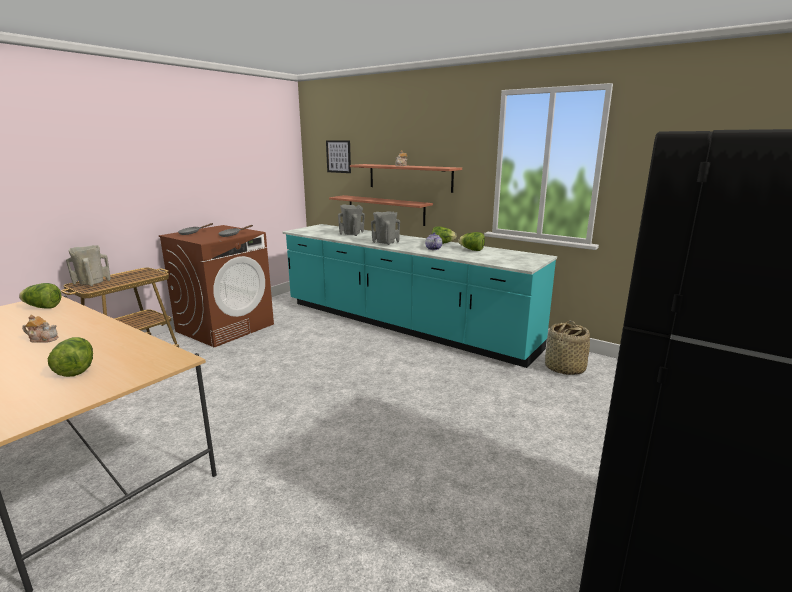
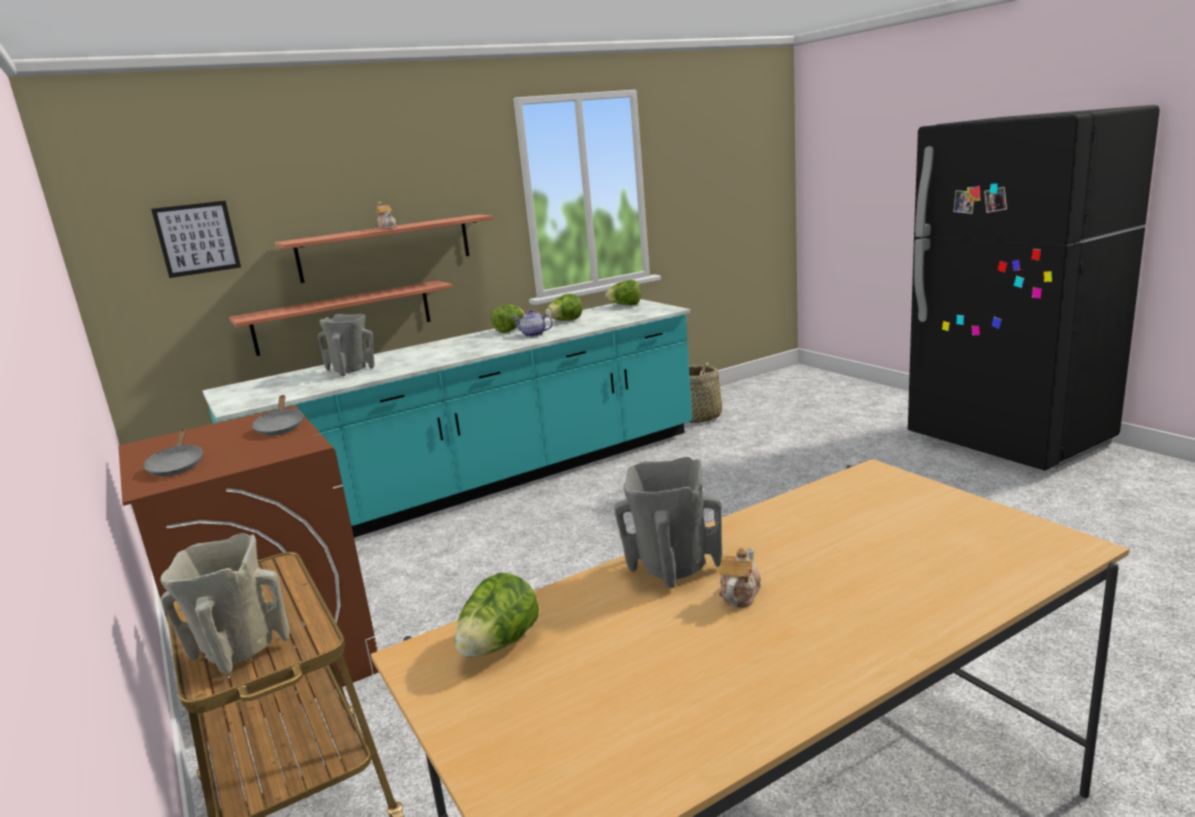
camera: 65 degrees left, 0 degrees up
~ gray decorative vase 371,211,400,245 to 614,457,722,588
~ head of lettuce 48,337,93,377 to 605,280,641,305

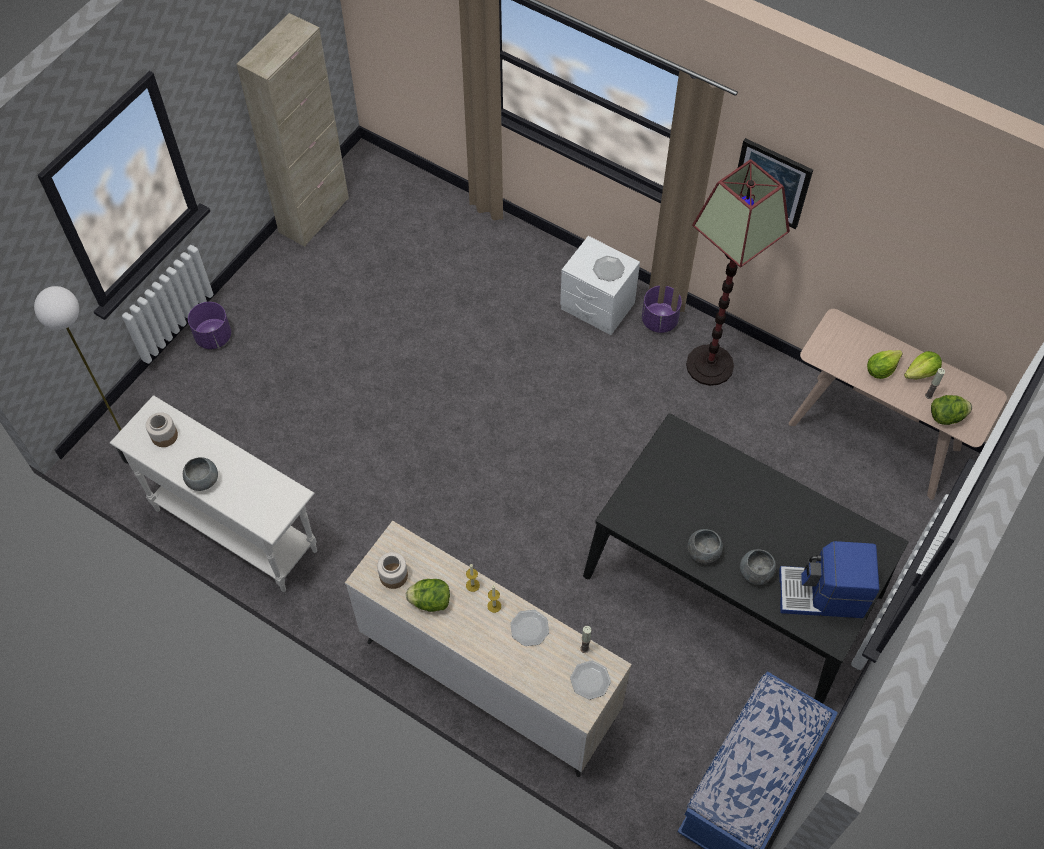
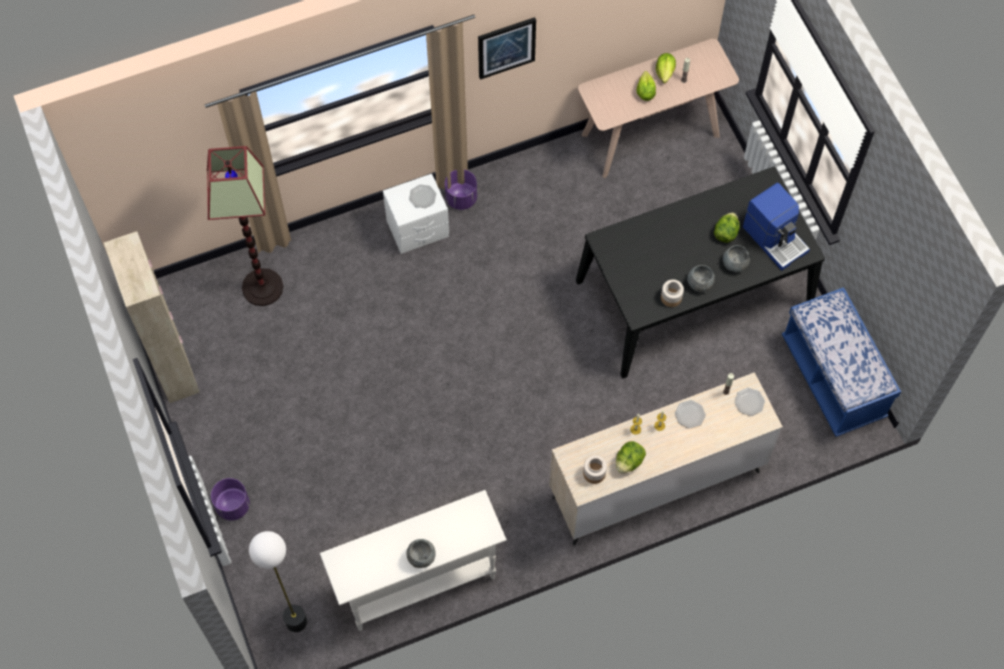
camera: 55 degrees left, 5 degrees up
~ floor lamp 686,159,790,386 to 207,146,283,306
~ head of lettuce 931,395,972,425 to 714,213,740,243
~ storage jar 146,412,178,447 to 661,280,684,307
~ coffee maker 779,541,879,618 = 743,183,810,271 75 degrees counterclockwise

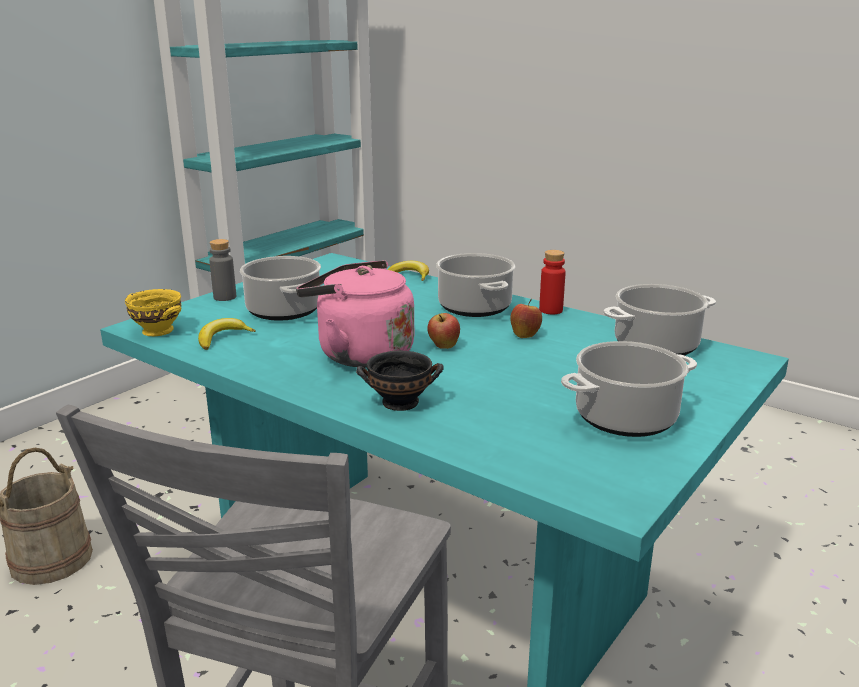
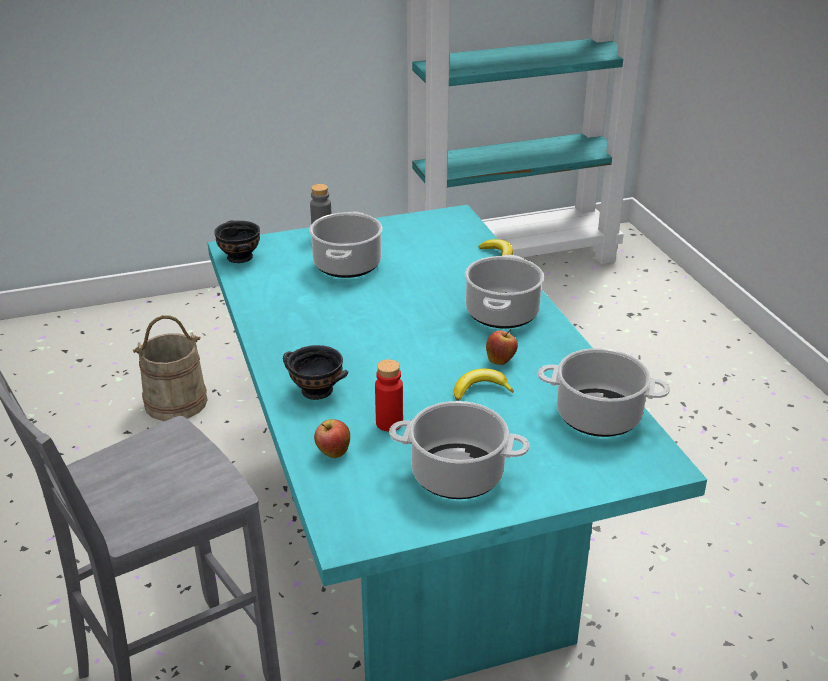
camera: 35 degrees right, 10 degrees up
~ red-coloured drink bottle 539,250,566,314 to 375,359,403,431
- pink tea kettle 296,260,414,368
~ yellow-coloured bowl 125,289,181,336 to black-coloured bowl 214,220,260,263
~ apple fruit 428,313,460,349 to 314,420,350,458
~ banana 198,318,256,350 to 454,369,514,401

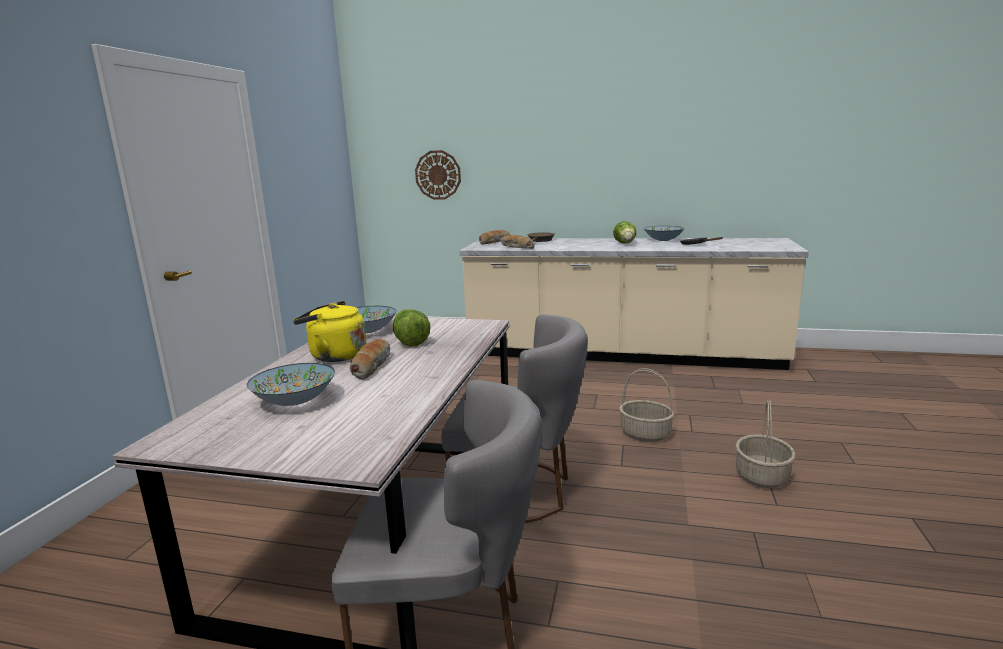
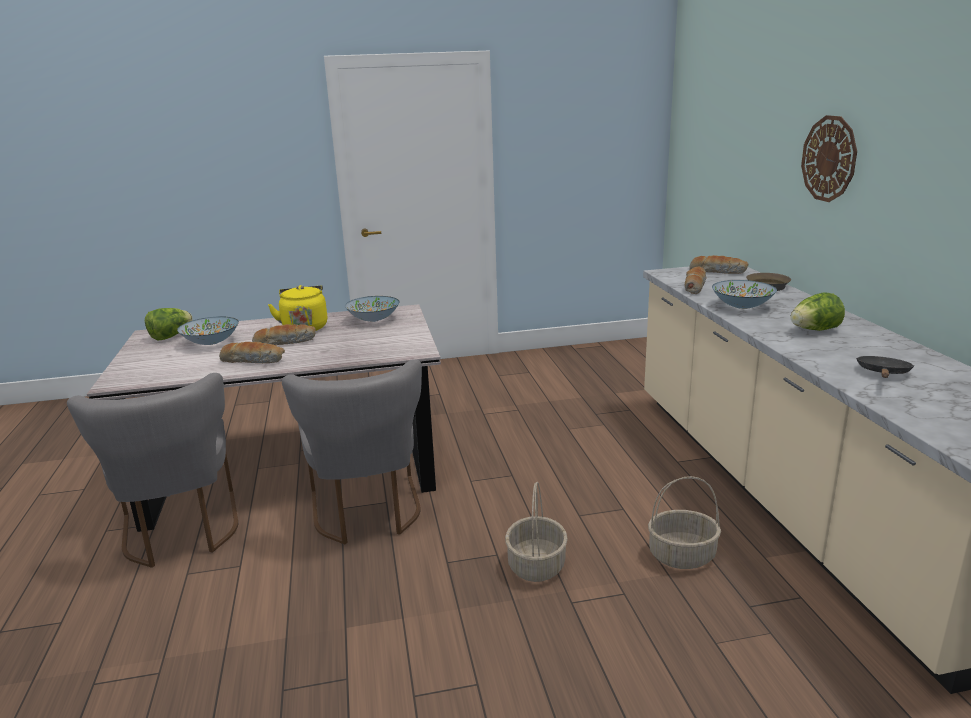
camera: 65 degrees right, 5 degrees up
~ clock on the wall 415,150,461,200 to 801,115,857,202
~ bowl 644,226,684,241 to 712,280,777,309
~ head of lettuce 393,309,430,347 to 145,308,193,341
~ storage basket 736,400,795,488 to 648,476,721,569
+ bakery bread 219,342,285,363

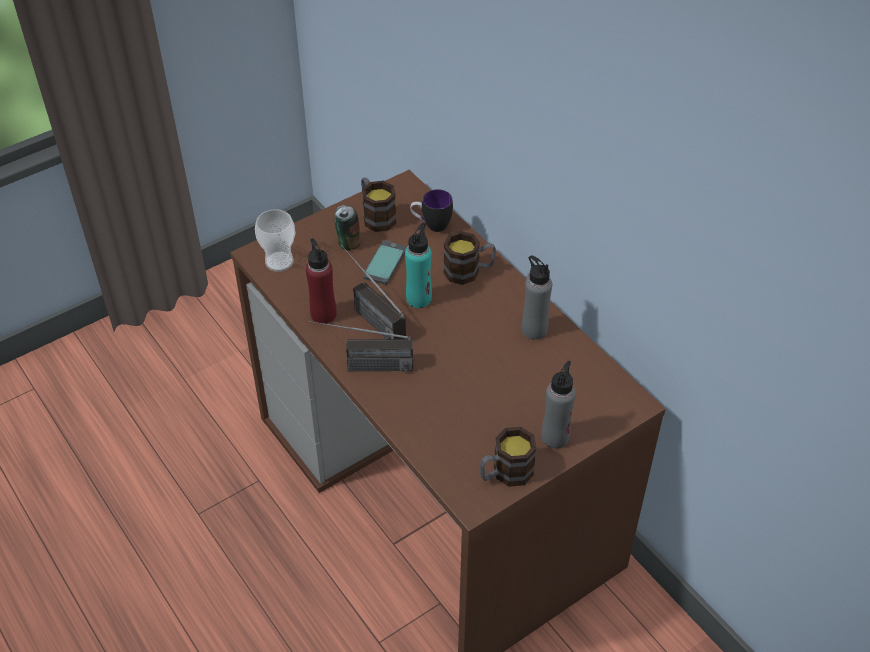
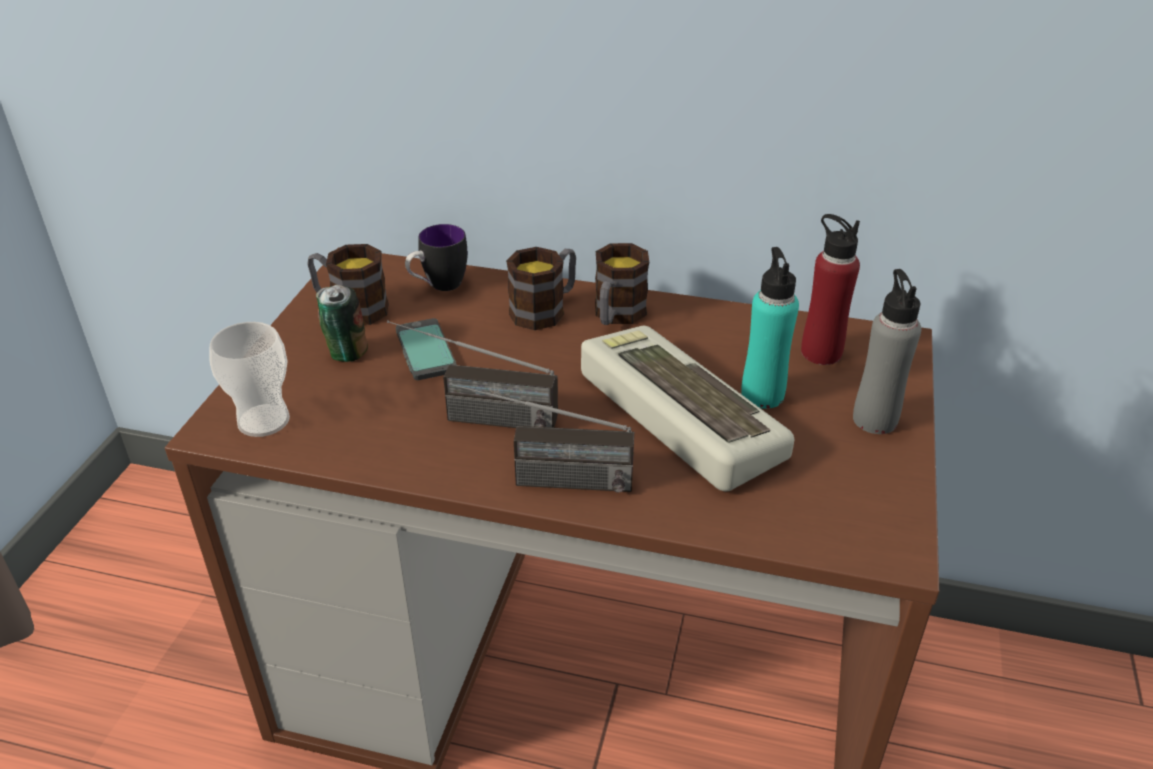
camera: 40 degrees left, 10 degrees down
~ blue-green drink bottle 405,223,432,308 to 741,247,799,409
~ red-coloured drink bottle 306,238,336,324 to 801,214,860,365
- gray drink bottle 522,255,552,340
~ radio 309,321,413,372 = 449,383,634,493 45 degrees clockwise
~ mug 480,427,537,487 to 595,243,649,325
+ computer keyboard 581,326,794,491

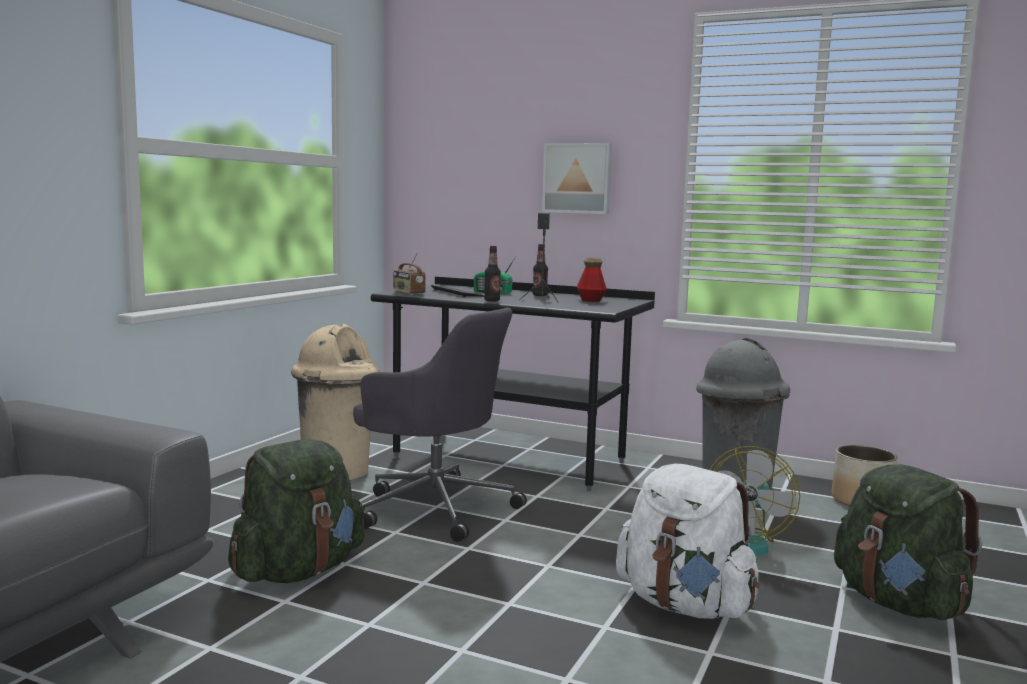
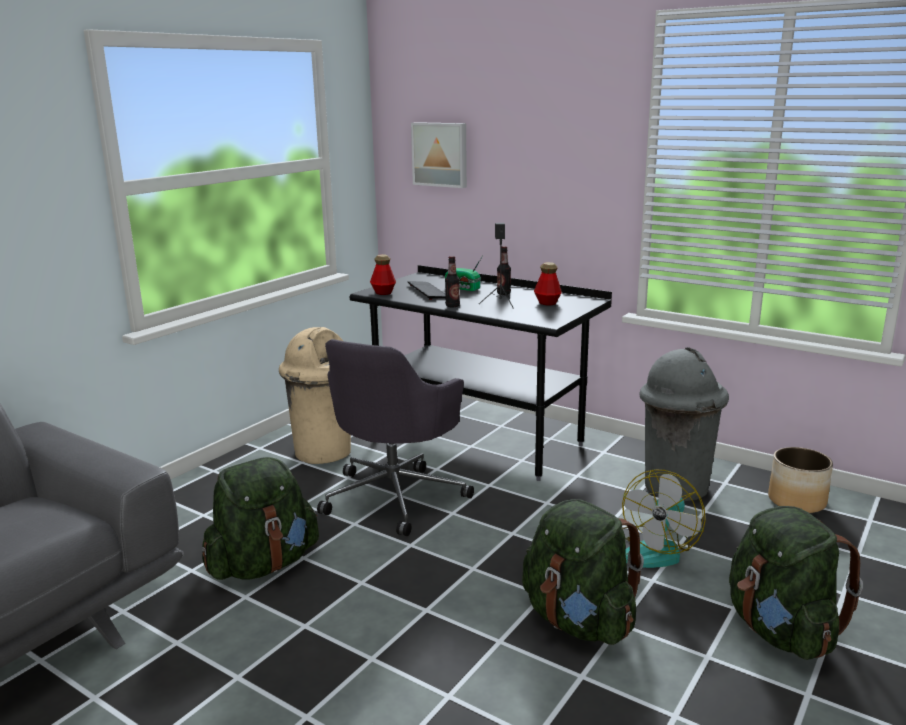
camera: 10 degrees right, 10 degrees up
~ picture 542,143,612,214 to 411,122,467,188
~ radio 393,252,426,295 to drink bottle 370,254,396,295
~ gray computer chair 353,308,527,542 = 317,339,474,536 75 degrees clockwise
~ white-coloured knapsack 616,464,759,619 to green-coloured knapsack 522,499,644,645

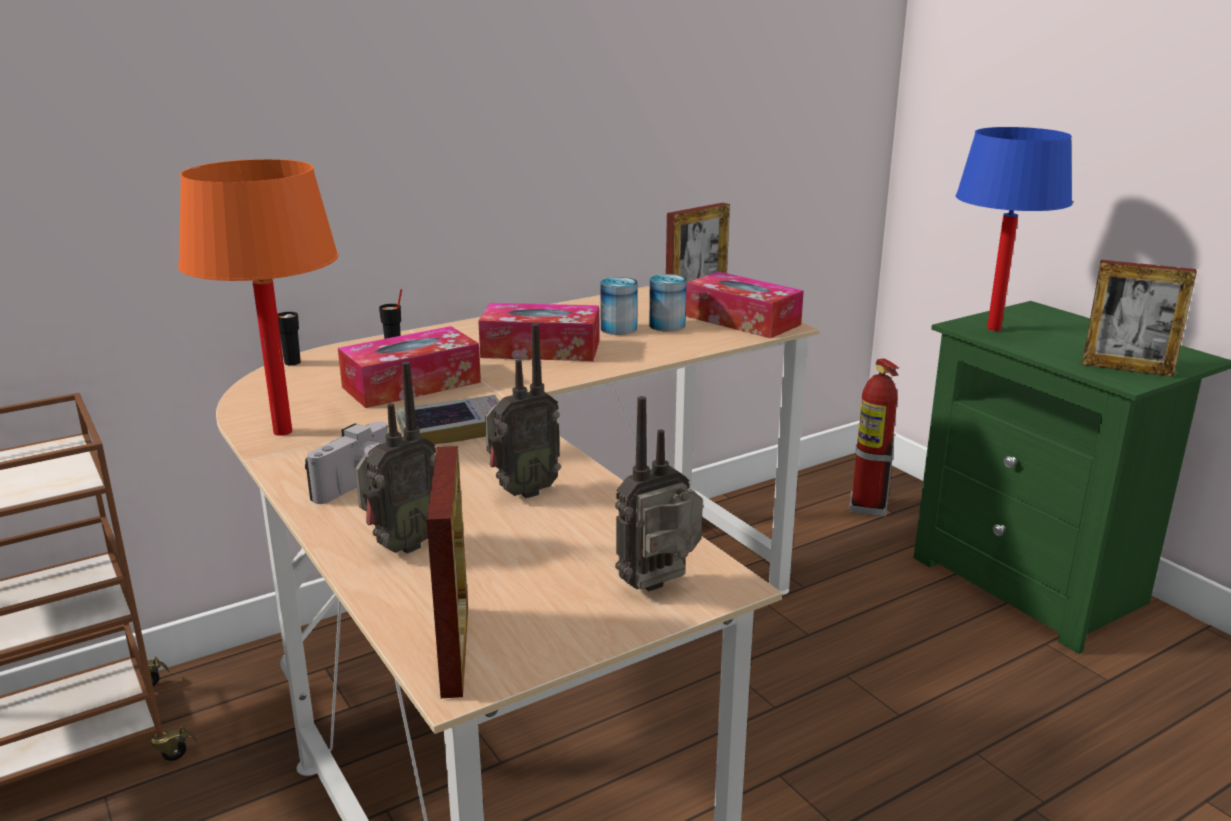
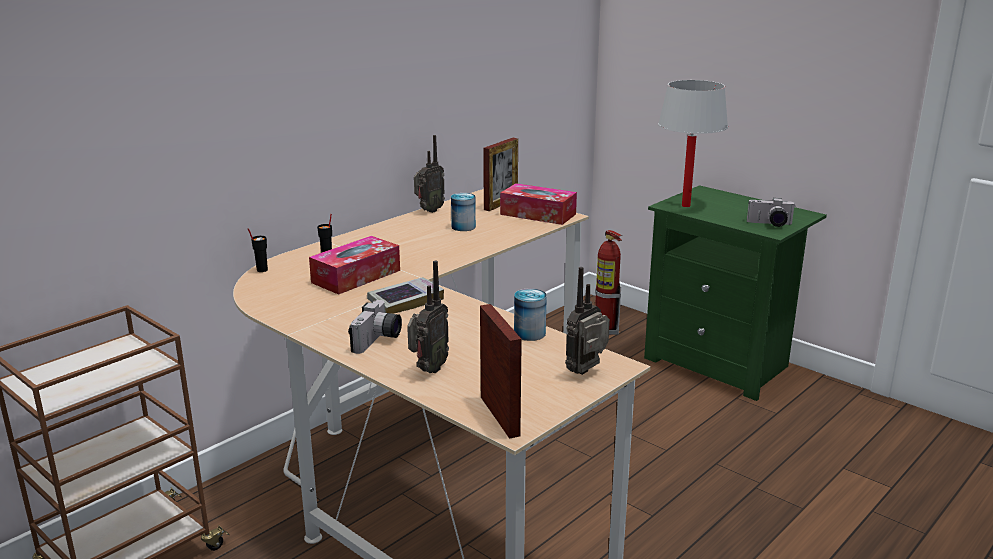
camera: 15 degrees left, 0 degrees up
~ blue-coloured table lamp 956,127,1073,331 to white-coloured table lamp 658,80,728,207
- orange table lamp 178,159,338,436
~ picture frame 1082,260,1197,377 to photo camera 747,198,796,227
~ metal can 649,274,686,332 to 514,288,547,341
- tissue box 478,303,599,361
~ radio 485,323,561,498 to 414,135,445,213

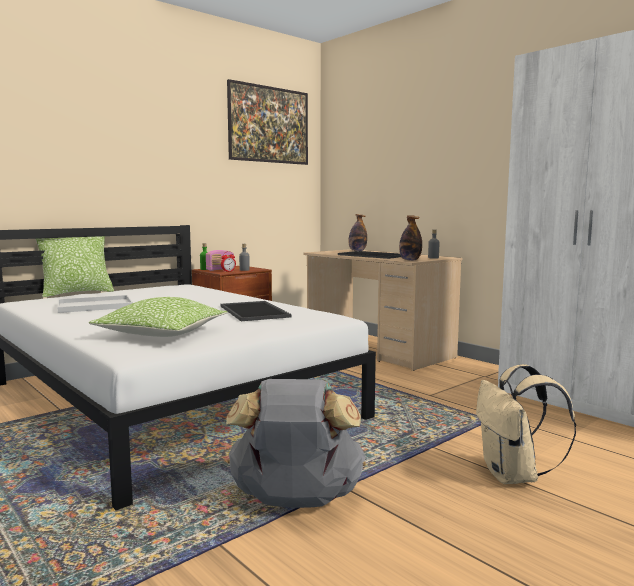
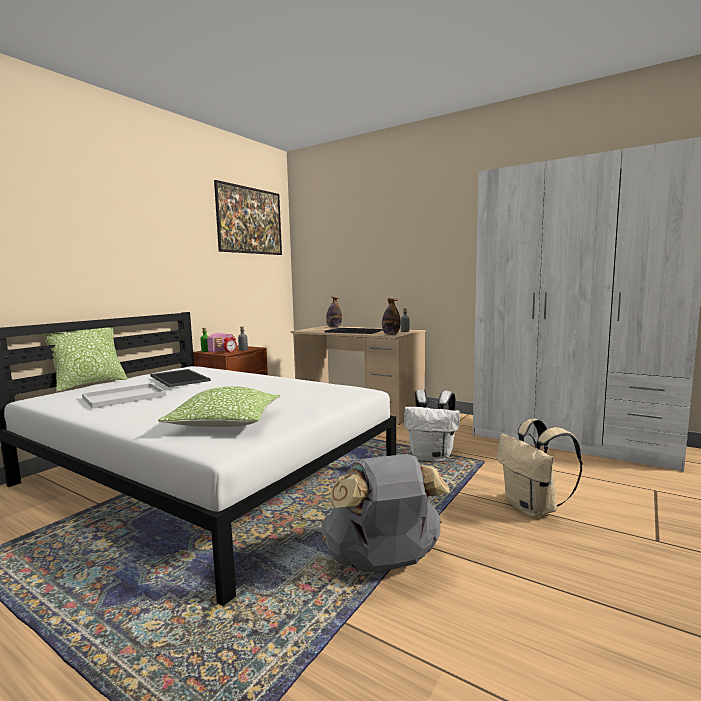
camera: 15 degrees left, 0 degrees up
~ serving tray 221,301,291,321 to 150,369,211,387
+ white-coloured knapsack 404,389,460,462

